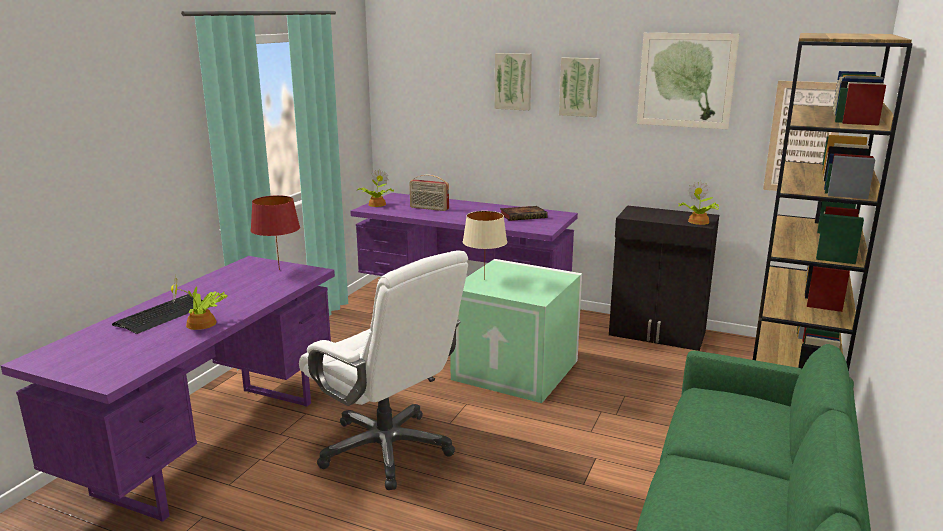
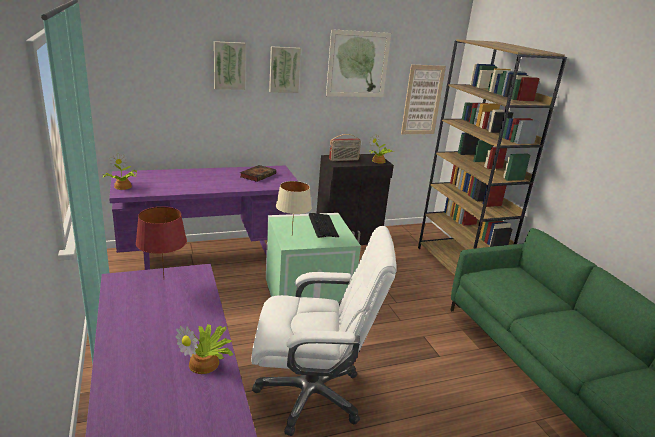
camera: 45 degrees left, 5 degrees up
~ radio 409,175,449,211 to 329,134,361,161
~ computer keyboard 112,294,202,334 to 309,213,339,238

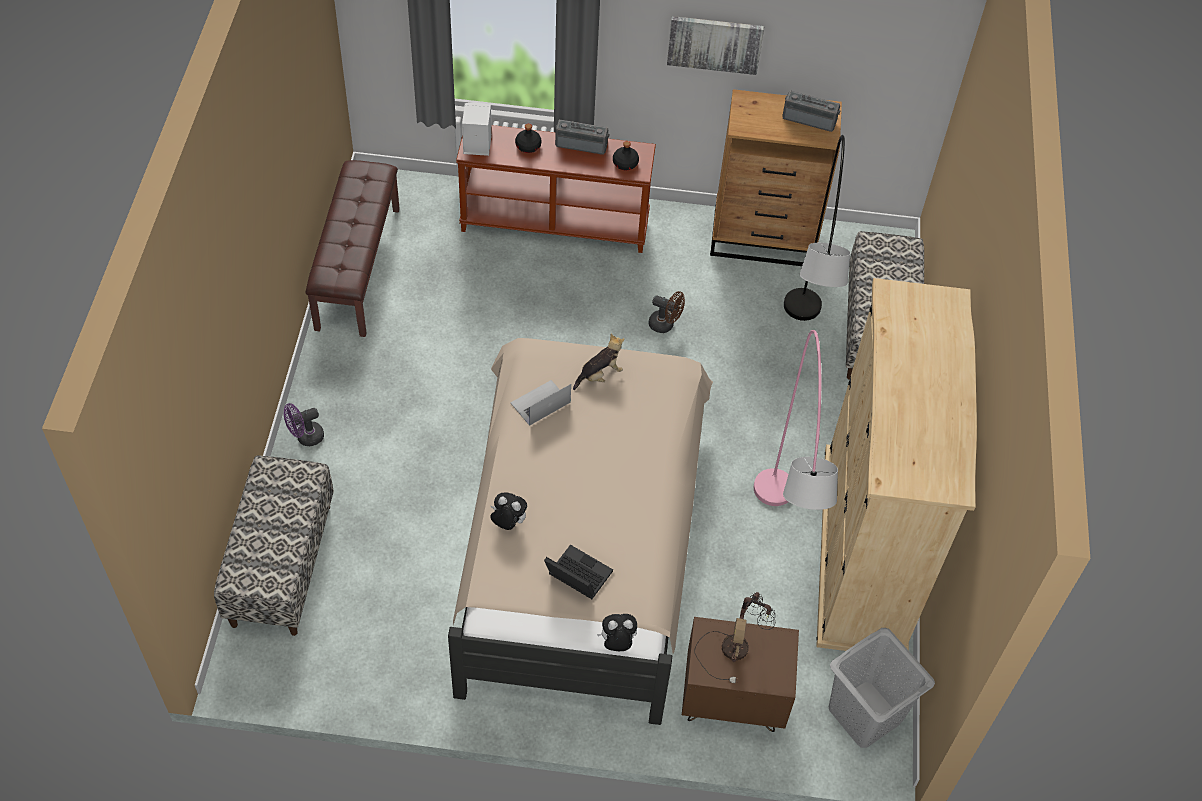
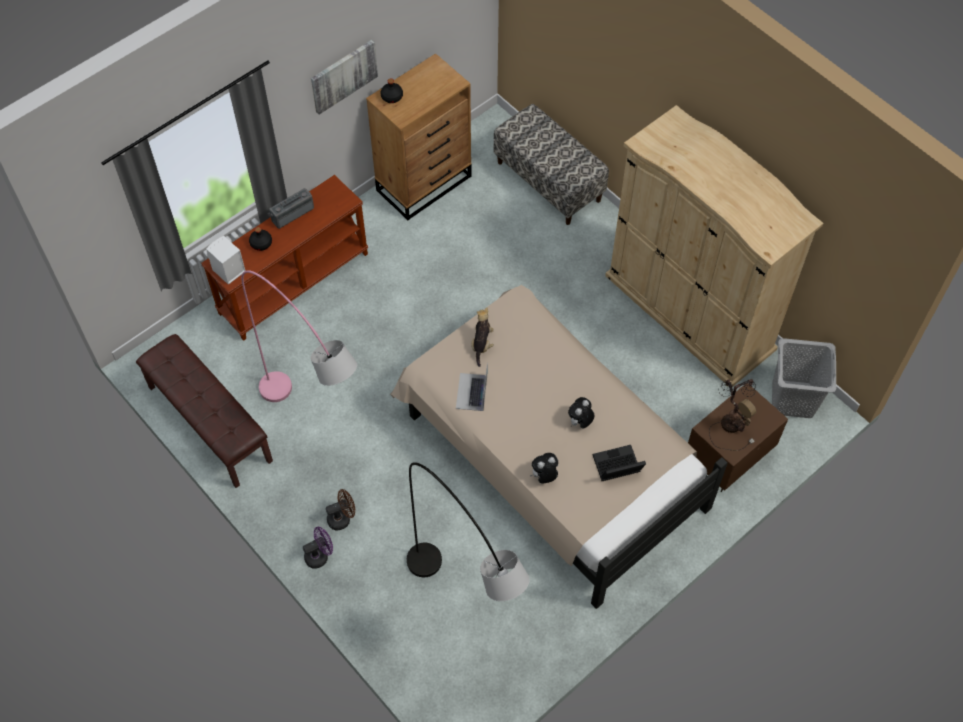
camera: 45 degrees left, 5 degrees up
- radio 782,90,840,132
~ gray floor lamp 784,135,851,321 to 407,462,530,601
~ black-coloured drink bottle 613,141,639,170 to 381,78,403,103
~ brownish electric fan 649,291,685,333 to 326,489,355,530
~ pink floor lamp 753,330,838,510 to 241,270,357,402
~ purple electric fan 284,403,324,446 = 303,527,333,569 135 degrees counterclockwise
- bench 214,455,334,636
~ soft toy 597,614,637,651 to 568,397,594,429

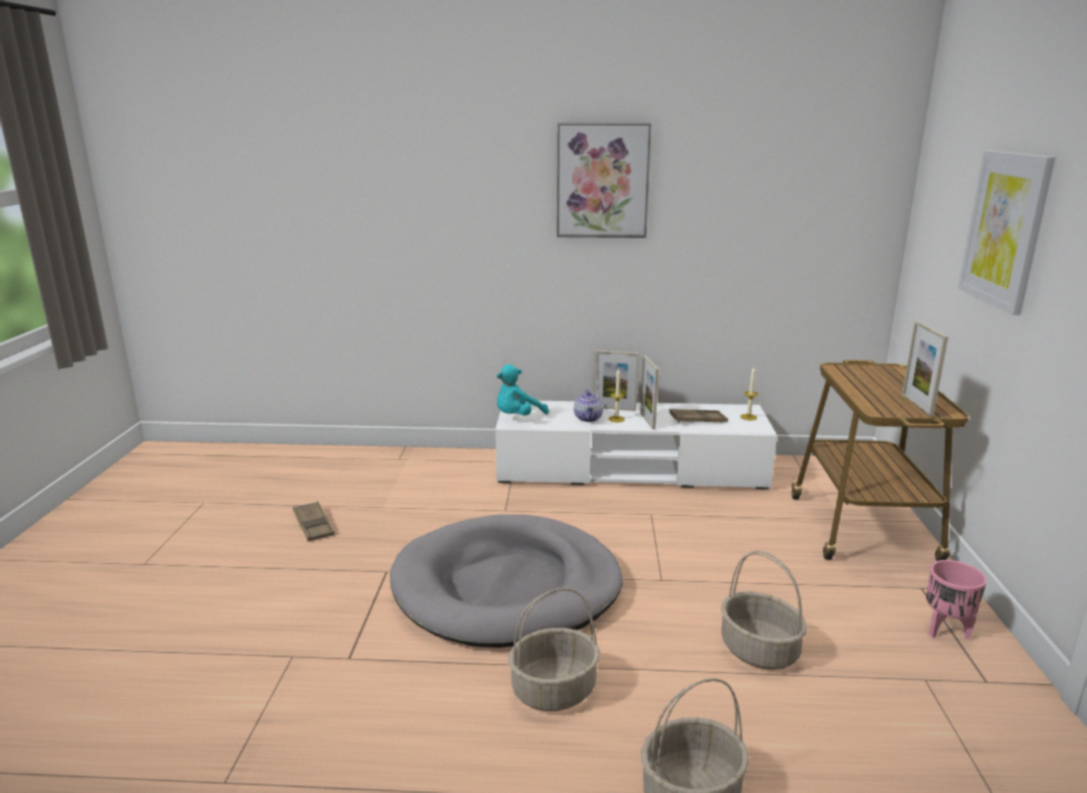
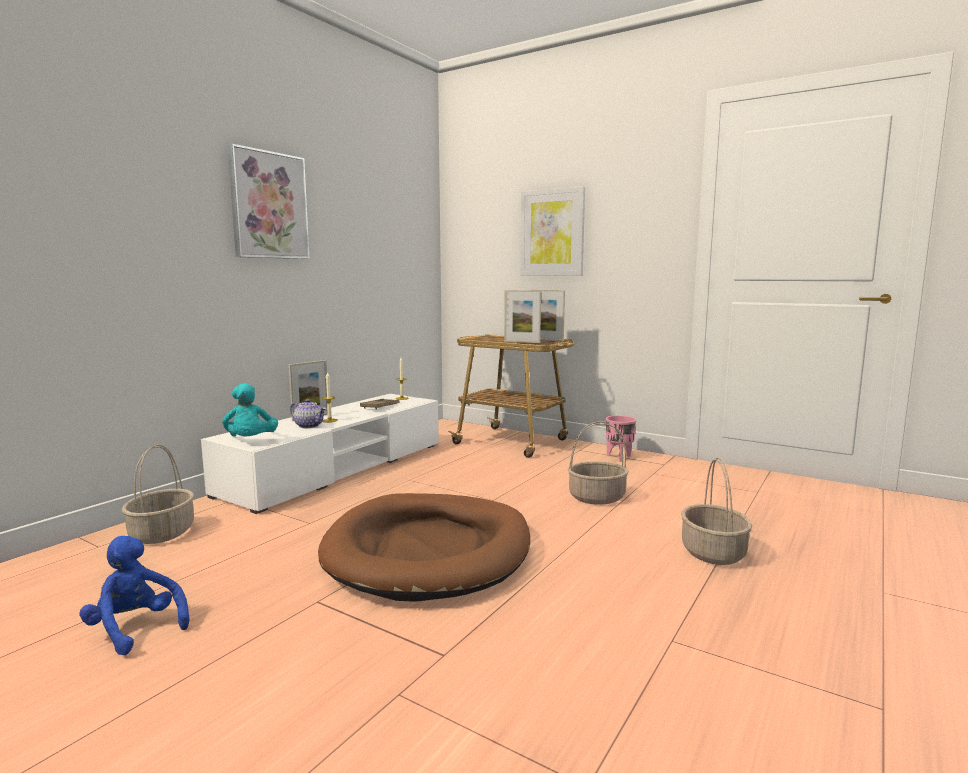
camera: 60 degrees left, 10 degrees down
~ picture frame 640,355,659,430 to 504,290,541,343
~ brownish serving tray 293,501,335,541 to blue-coloured soft toy 79,536,189,655
~ gray dog cushion 390,514,623,648 to brownish dog cushion 318,493,530,602
~ storage basket 508,588,600,711 to 122,444,195,544

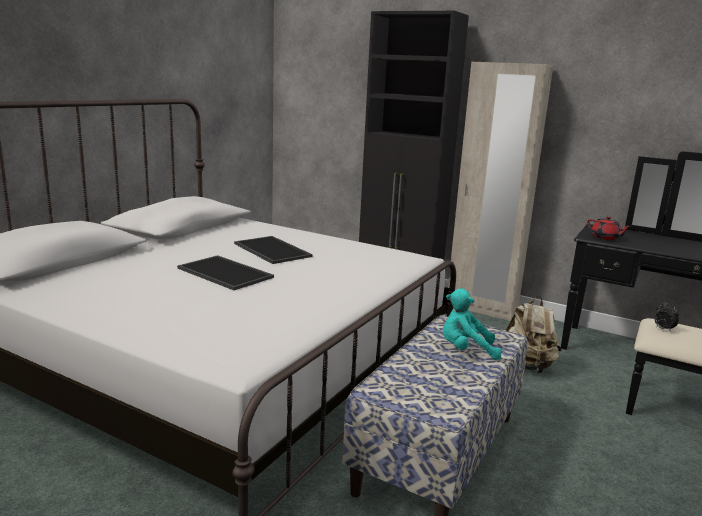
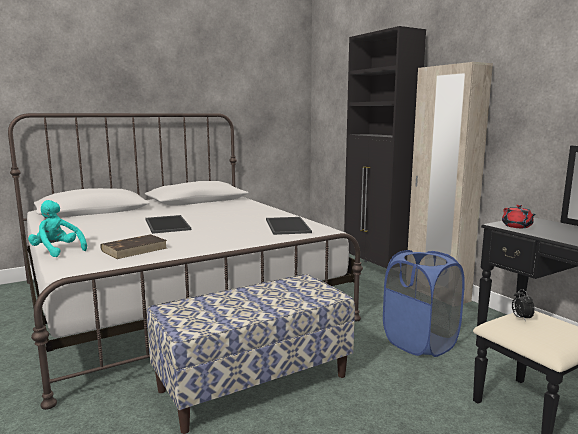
camera: 30 degrees right, 5 degrees down
~ serving tray 234,236,312,264 to 266,217,312,235
~ blue-green soft toy 443,289,502,360 to 28,200,87,257
~ sand-coloured knapsack 506,296,561,373 to blue-coloured washing basket 383,250,465,357
+ brownish book 100,234,167,259

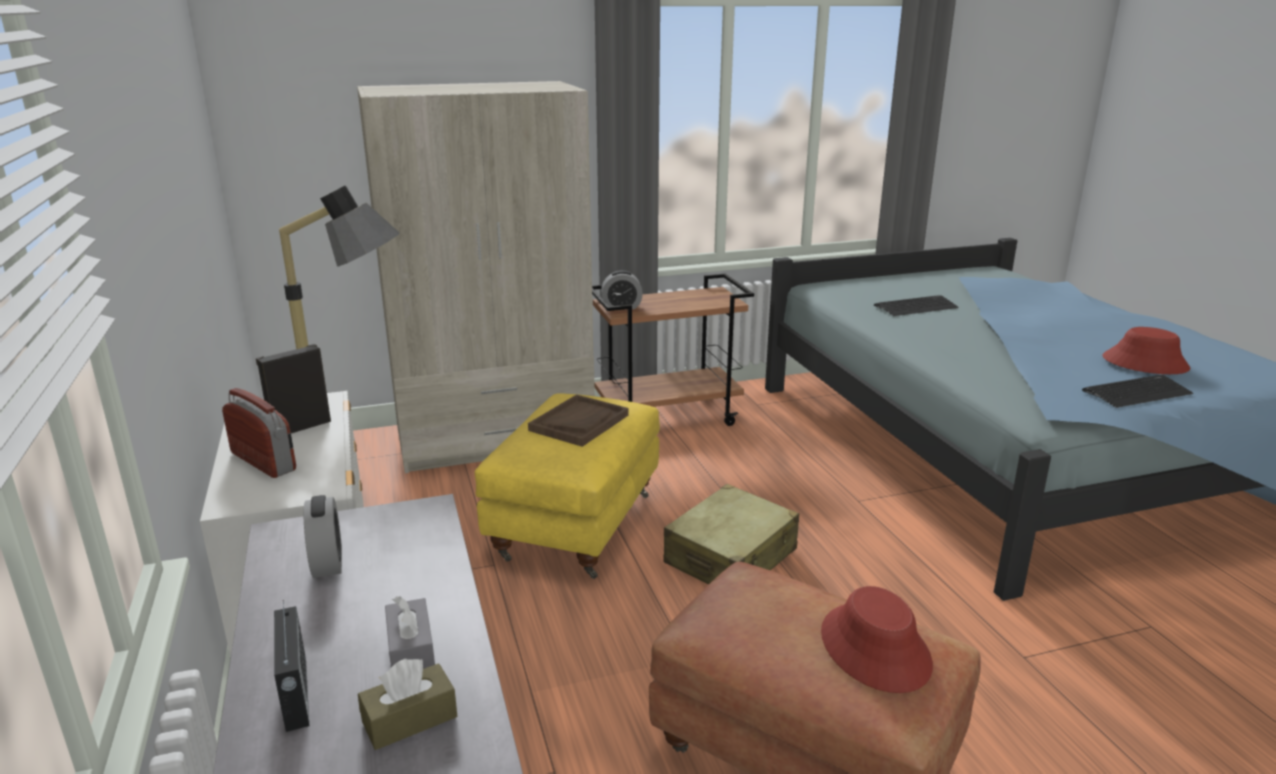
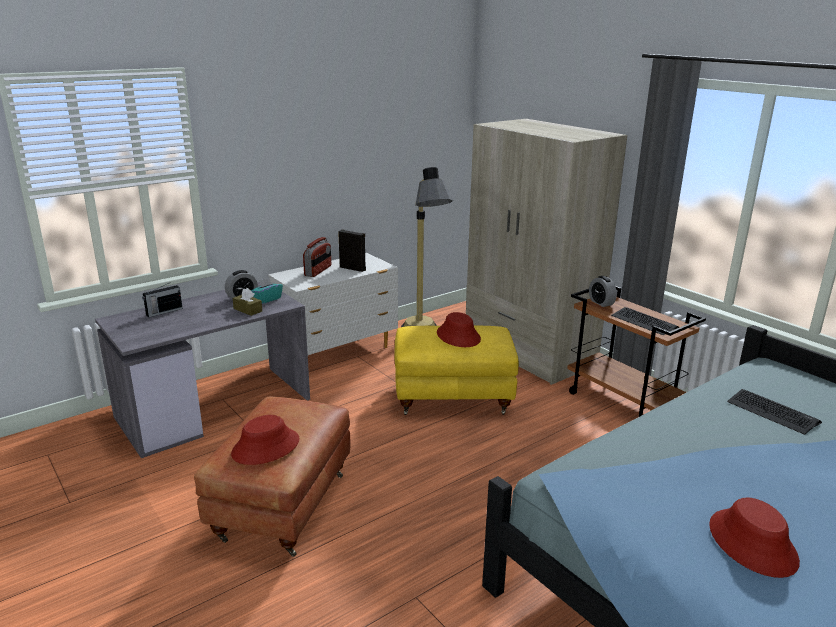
camera: 70 degrees right, 0 degrees up
~ computer keyboard 1082,375,1193,408 to 611,307,679,335
~ brownish serving tray 528,395,629,447 to red-coloured clothing hat 437,312,481,347
- sand-coloured travel case 663,484,799,585
- gray tissue box 385,596,435,669
~ brownish tissue box 358,659,457,750 to 233,288,262,316
+ blue-green tissue box 251,277,283,304

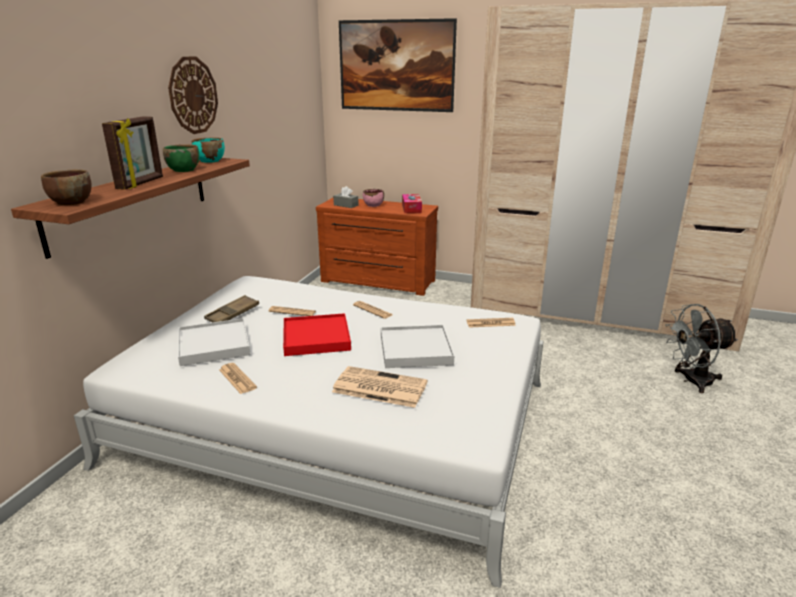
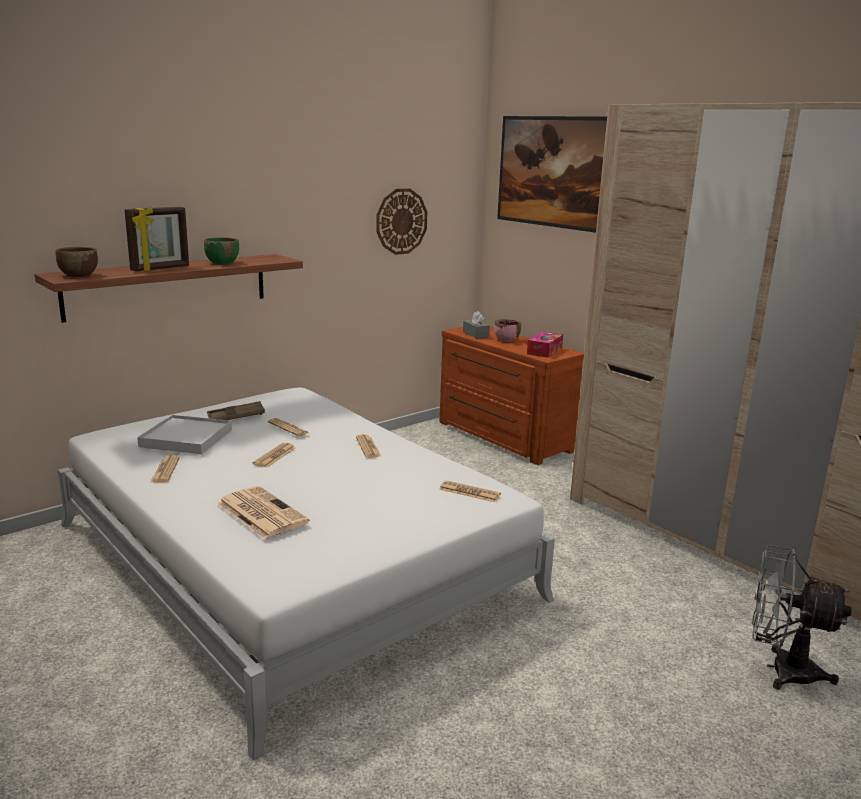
camera: 30 degrees right, 5 degrees down
~ clock on the wall 168,57,218,134 to 376,188,427,255
- blue-green bowl 192,137,225,163
~ red-coloured serving tray 283,313,351,356 to newspaper 253,443,296,468
- white-coloured serving tray 381,325,454,368

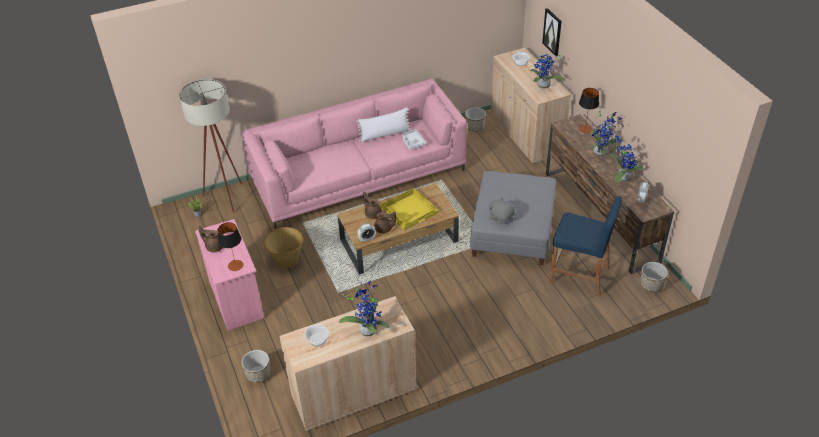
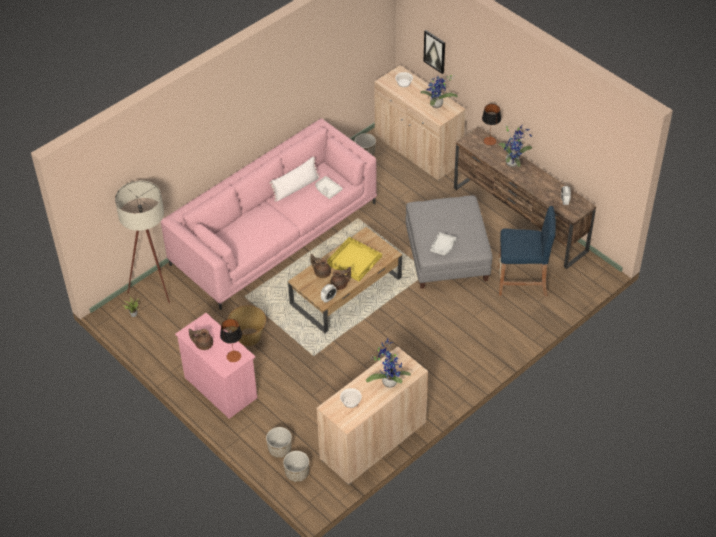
camera: 20 degrees left, 5 degrees up
- plant in a pot 610,135,643,183
~ gray soft toy 489,197,515,224 to gray serving tray 430,232,457,255
~ planter 640,262,668,292 to 283,451,309,482

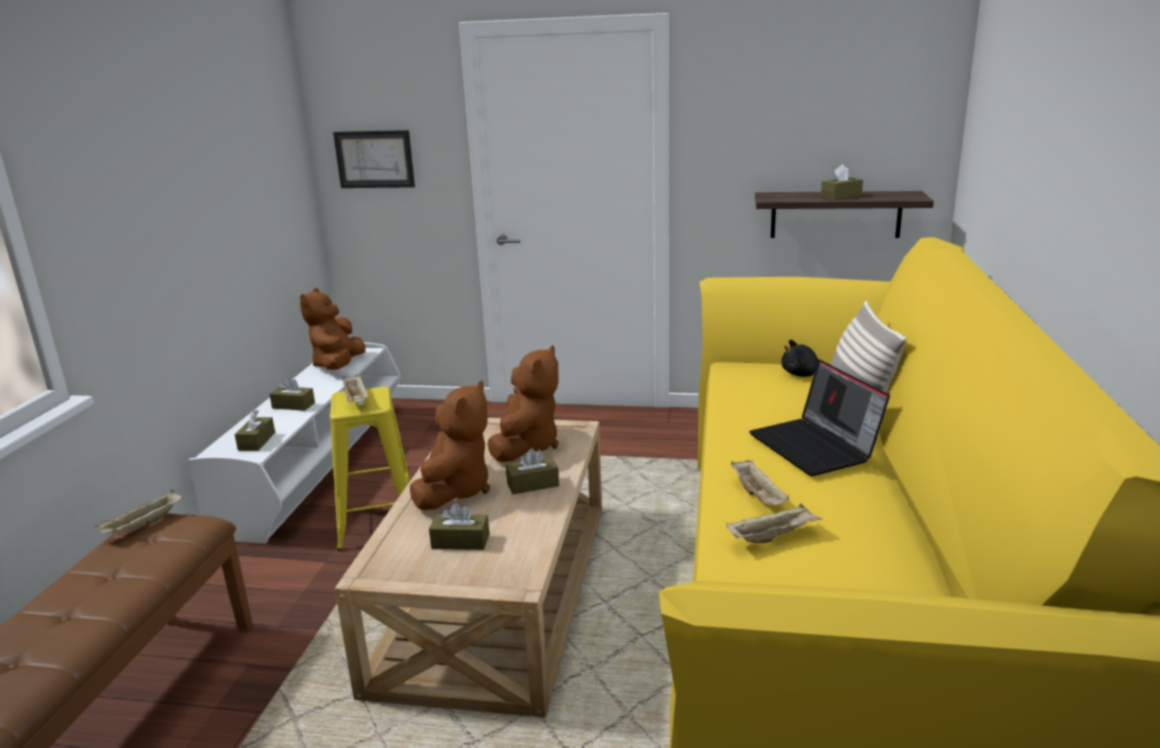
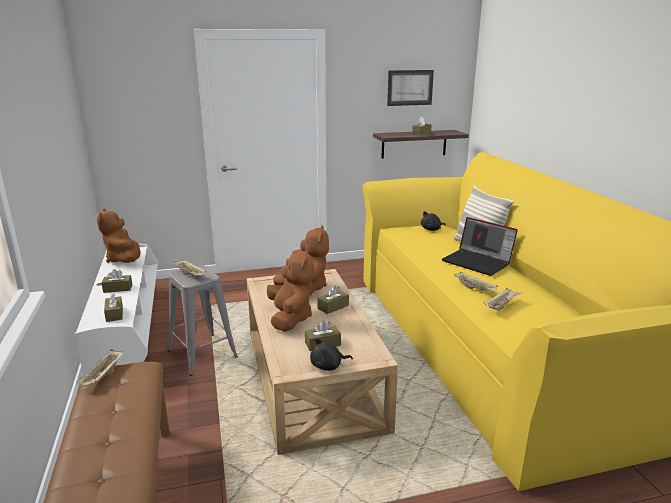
camera: 25 degrees left, 0 degrees up
~ picture 333,130,415,188 to 387,70,434,106
~ yellow-coloured sitting stool 330,387,410,551 to gray sitting stool 168,265,238,376
+ black-coloured soft toy 310,338,353,371

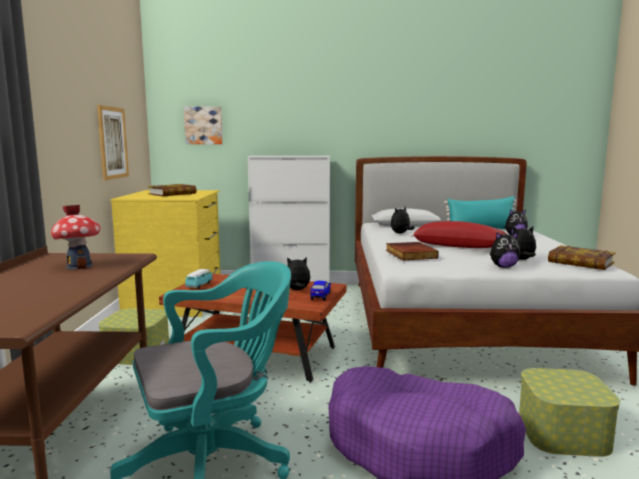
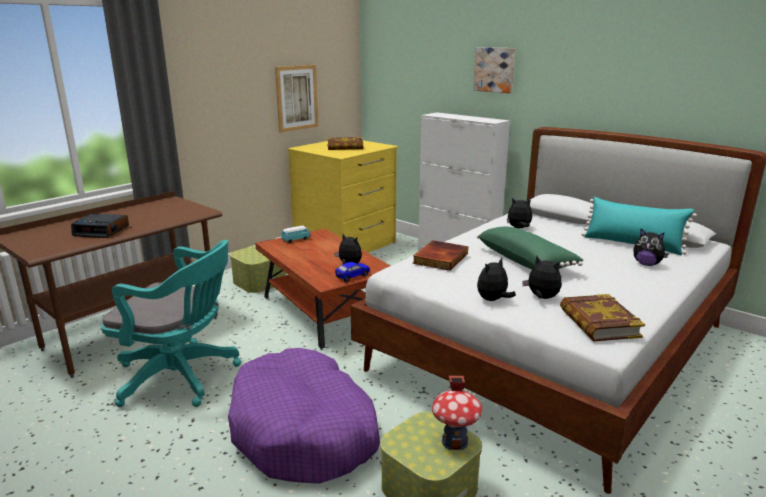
camera: 40 degrees right, 10 degrees up
~ picture 184,107,223,144 to 473,47,515,93
~ toy house 51,205,100,270 to 432,376,482,450
~ red-coloured cushion 410,221,506,248 to green-coloured cushion 477,227,584,270
~ soft toy 490,232,521,268 = 477,257,516,301 105 degrees clockwise
+ table clock 71,214,129,238

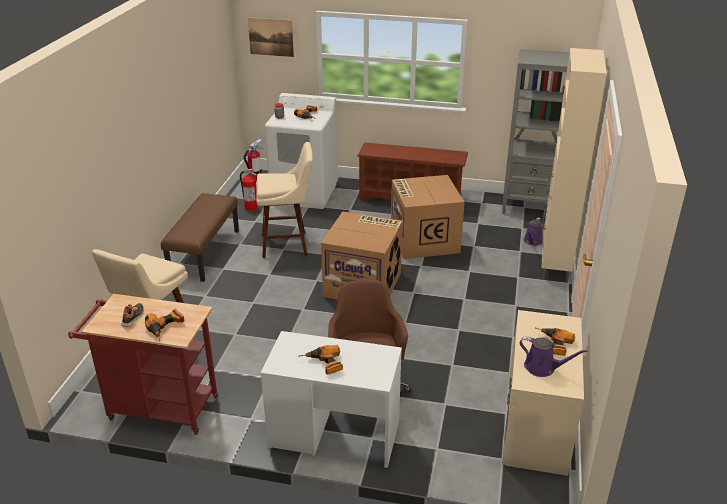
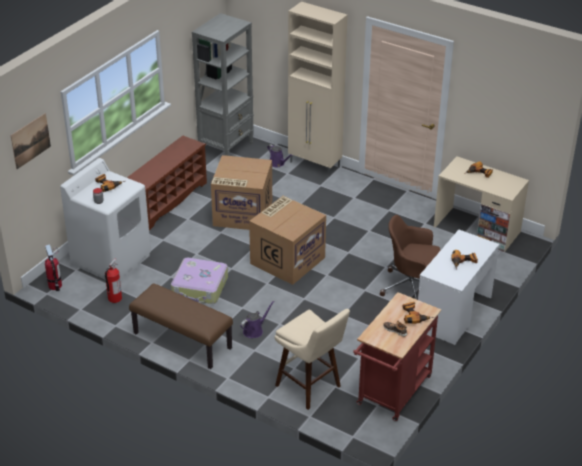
camera: 70 degrees left, 5 degrees up
~ sand-coloured sitting stool 256,142,313,258 to travel case 171,258,228,304
~ purple watering pot 520,336,588,377 to 240,301,275,338

